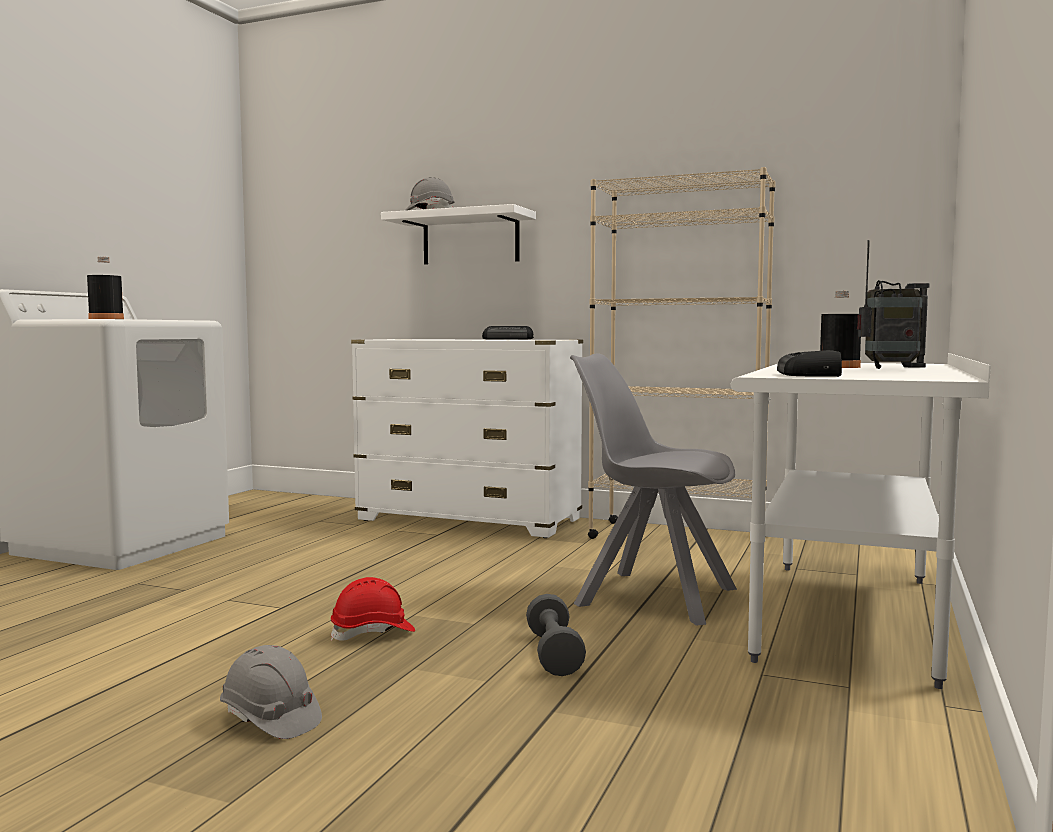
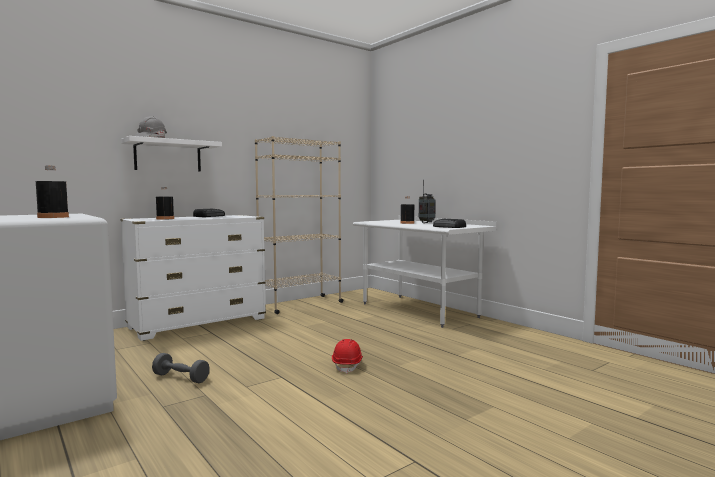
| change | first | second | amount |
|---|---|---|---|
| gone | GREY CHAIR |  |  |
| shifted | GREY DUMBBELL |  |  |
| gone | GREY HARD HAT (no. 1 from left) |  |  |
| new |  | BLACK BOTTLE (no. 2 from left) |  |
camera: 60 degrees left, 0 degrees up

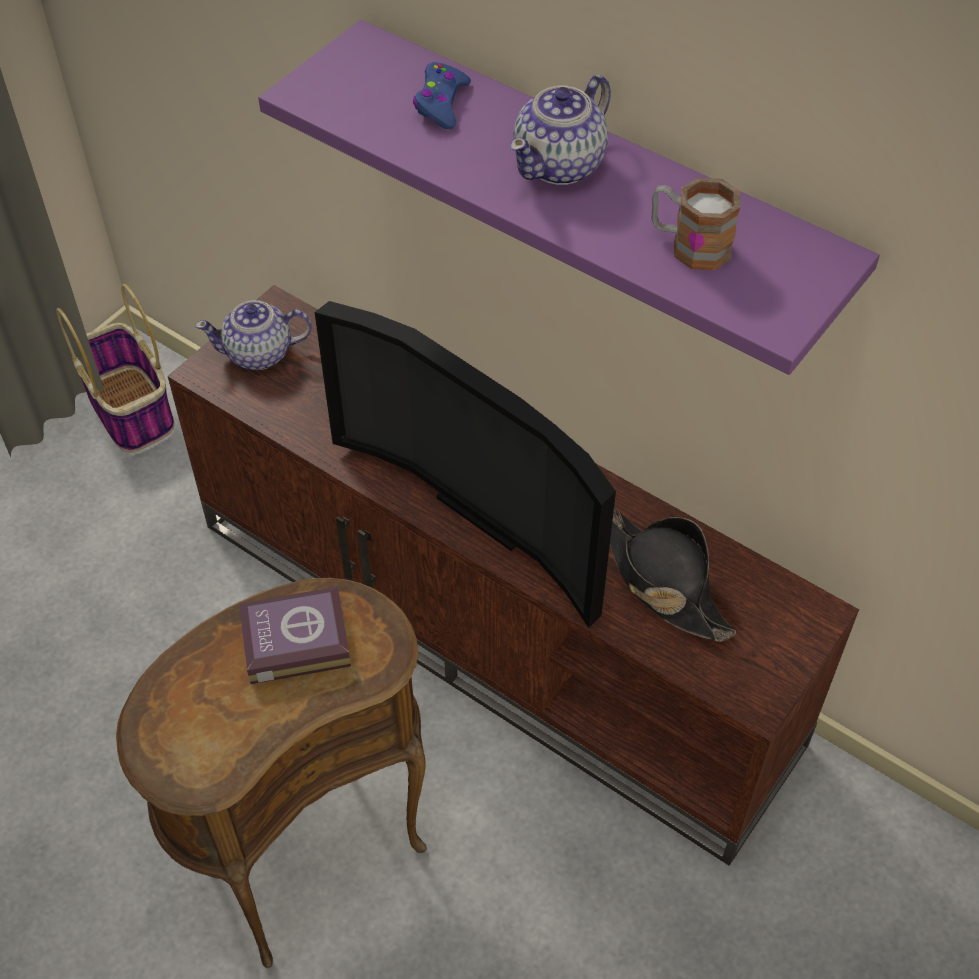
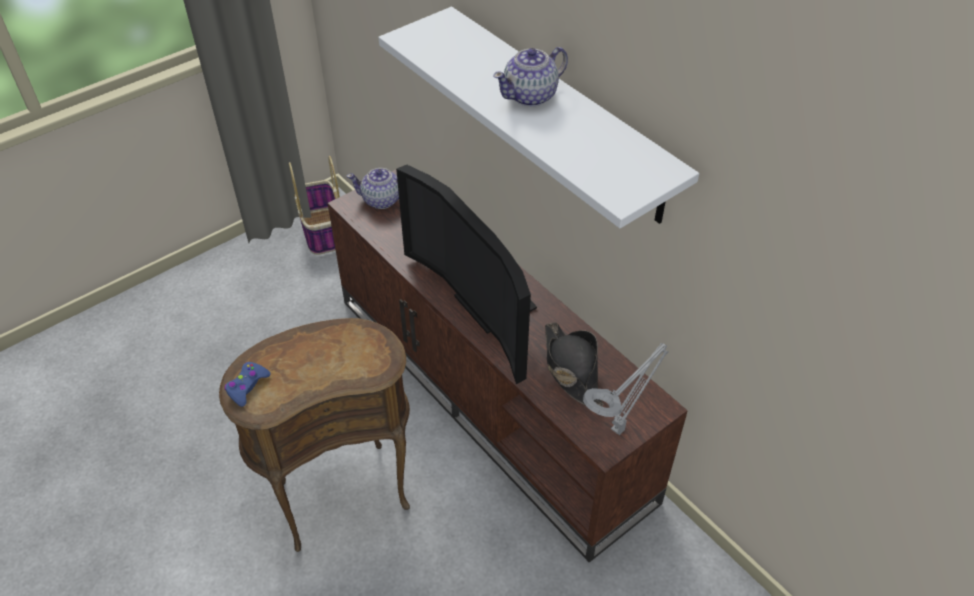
| change | first | second | amount |
|---|---|---|---|
| repainted | PURPLE SHELF | WHITE SHELF |  |
| shifted | BLUE GAME CONTROLLER |  |  |
| gone | MUG |  |  |
| gone | BOOK |  |  |
| new |  | GREY TABLE LAMP |  |
camera: 15 degrees right, 5 degrees down

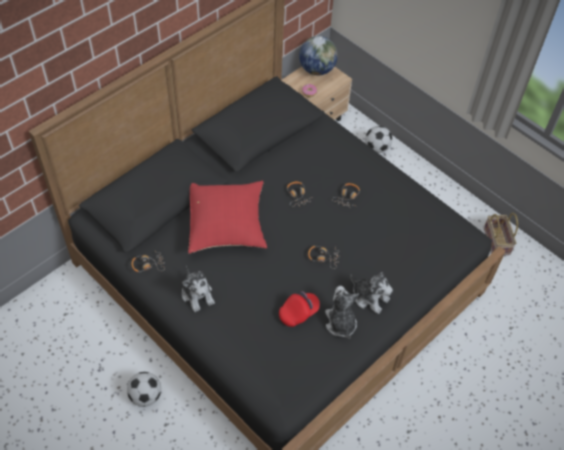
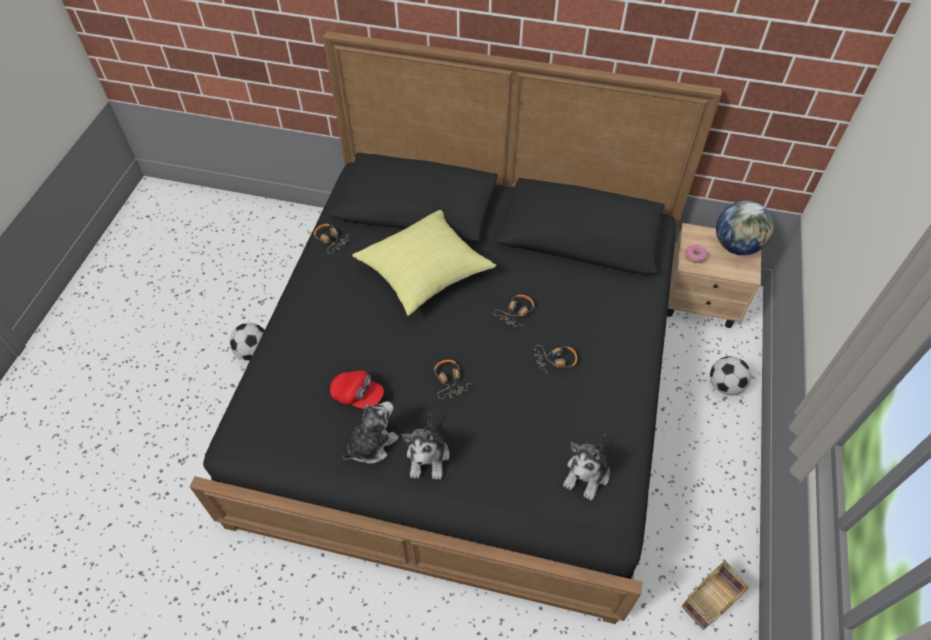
| change | first | second | amount |
|---|---|---|---|
| repainted | RED PILLOW | YELLOW PILLOW |  |
| shifted | PLUSH TOY (no. 1 from left in the first image) | PLUSH TOY (no. 3 from left) |  |
camera: 60 degrees right, 0 degrees up

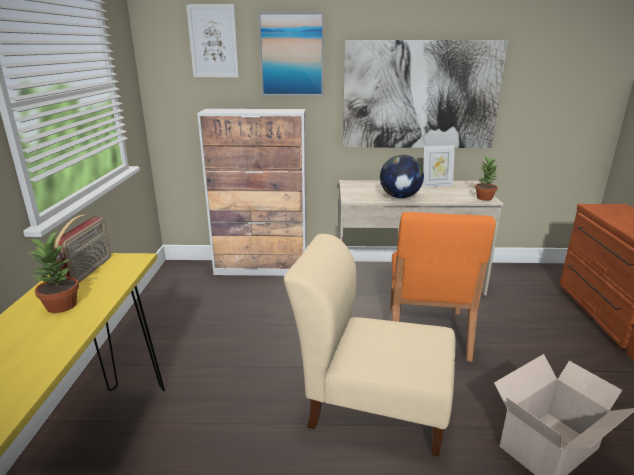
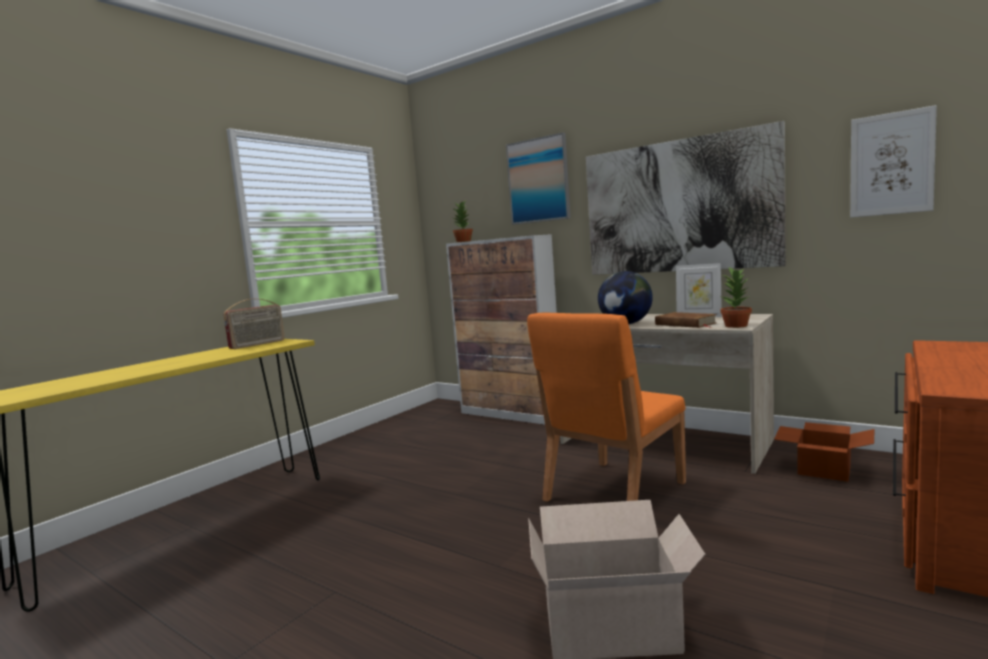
| change | first | second | amount |
|---|---|---|---|
| shifted | PICTURE (no. 1 from left in the first image) | PICTURE (no. 3 from left) |  |
| shifted | POTTED PLANT (no. 1 from left) |  |  |
| gone | BEIGE CHAIR |  |  |
| new |  | BROWN BOOK |  |
| new |  | CARDBOARD BOX (no. 2 from left) |  |
camera: 35 degrees right, 15 degrees down

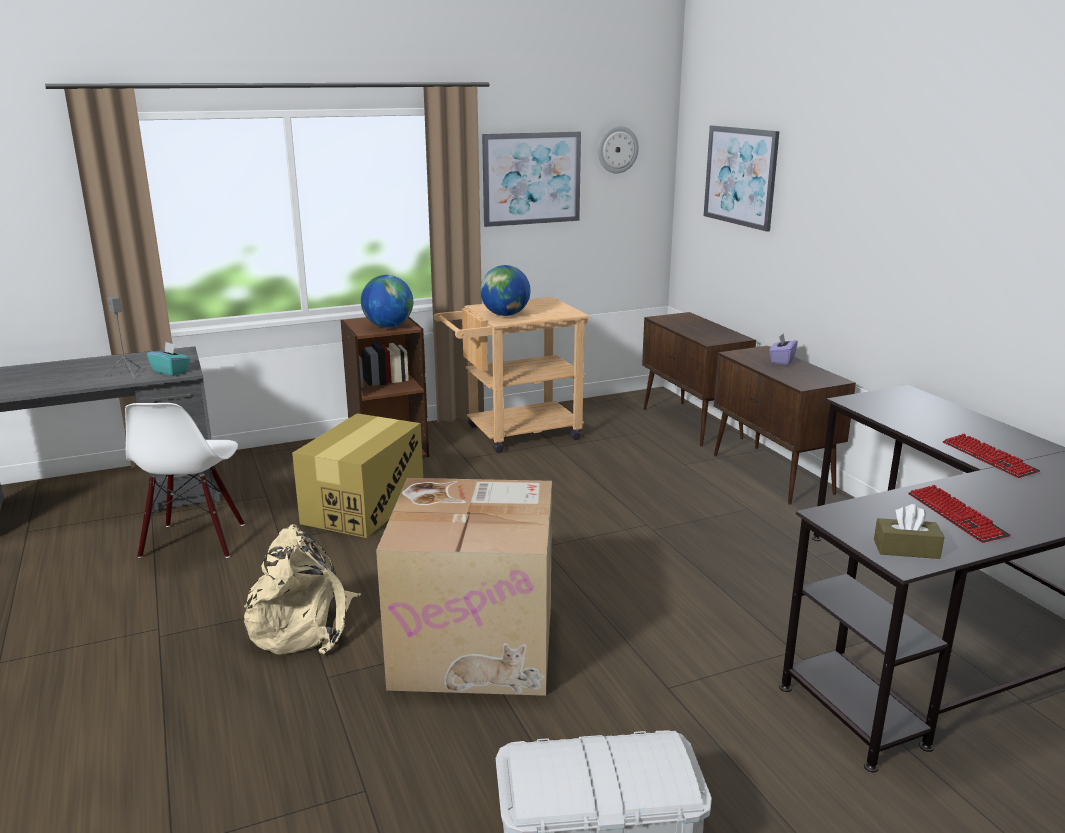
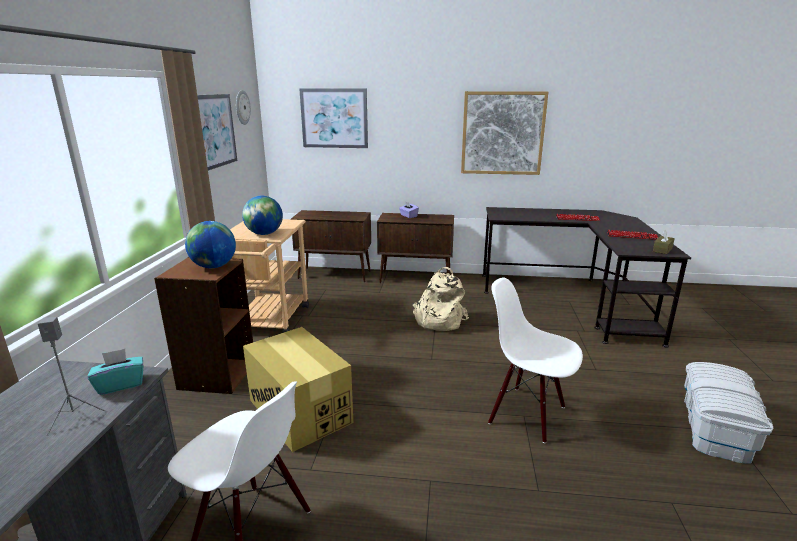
| change | first | second | amount |
|---|---|---|---|
| swapped | CARDBOARD BOX (no. 2 from left) | WHITE CHAIR (no. 2 from left) |  |
| shifted | BEIGE BACKPACK |  |  |
| new |  | PICTURE (no. 3 from left) |  |
camera: 60 degrees left, 0 degrees up

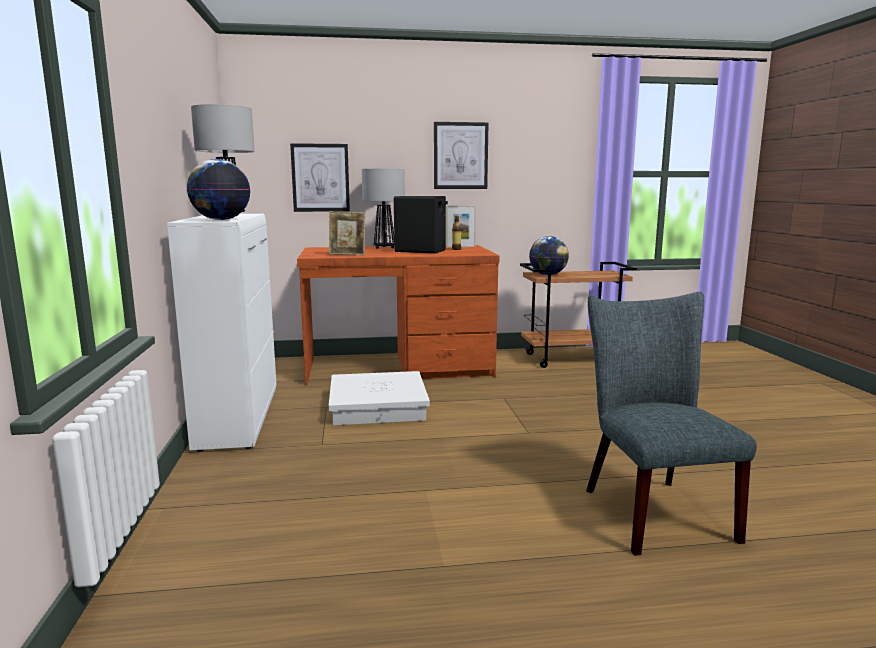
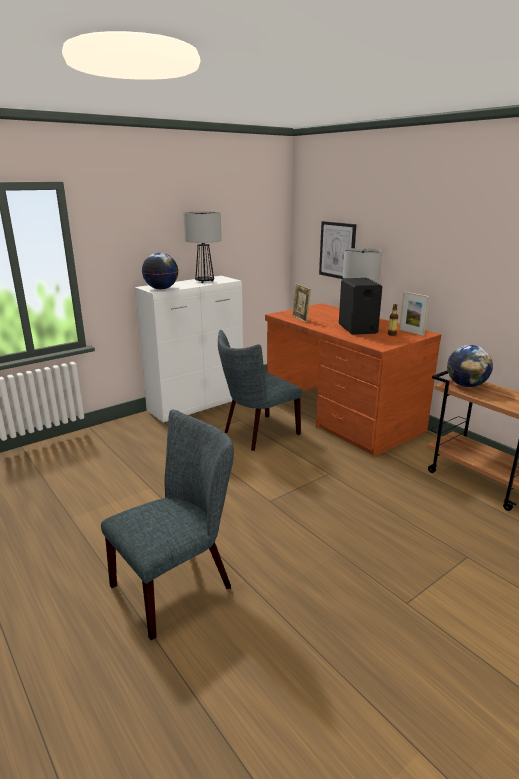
| change | first | second | amount |
|---|---|---|---|
| gone | PICTURE (no. 2 from left) |  |  |
| swapped | WHITE STORAGE BOX | GREY CHAIR (no. 2 from left) |  |
camera: 60 degrees right, 10 degrees up

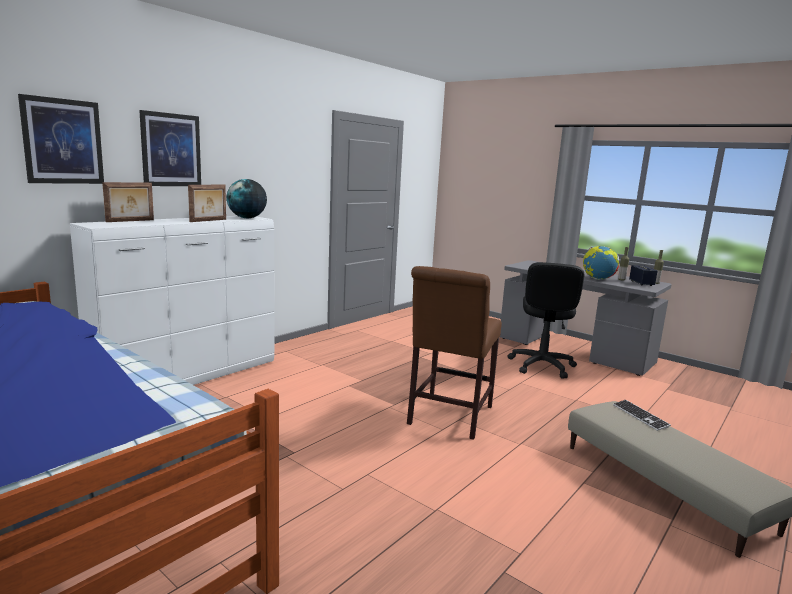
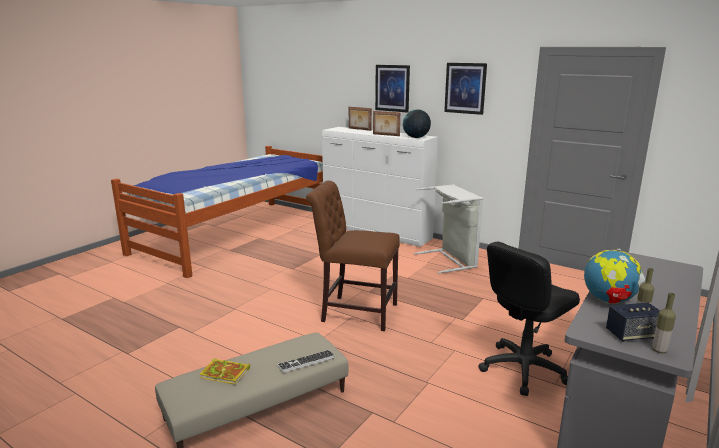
| change | first | second | amount |
|---|---|---|---|
| shifted | PICTURE (no. 1 from left in the first image) | PICTURE (no. 2 from left) |  |
| rotated | BLACK OFFICE CHAIR |  | 45 degrees counterclockwise |
| new |  | GREY LAUNDRY BASKET |  |
| new |  | BOOK |  |
camera: 85 degrees right, 5 degrees up

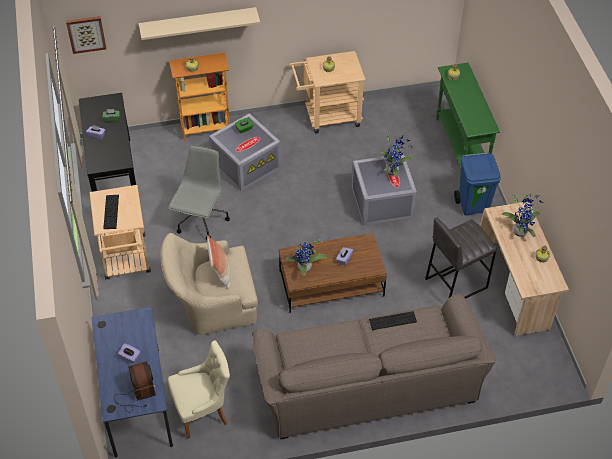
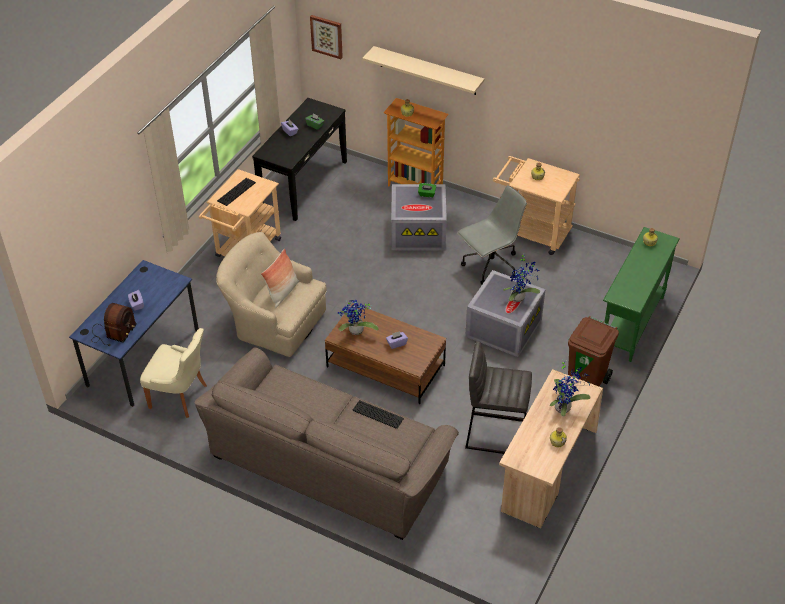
| change | first | second | amount |
|---|---|---|---|
| shifted | GREY OFFICE CHAIR |  |  |
| repainted | BLUE TRASH CAN | BROWN TRASH CAN |  |
camera: 40 degrees right, 5 degrees down

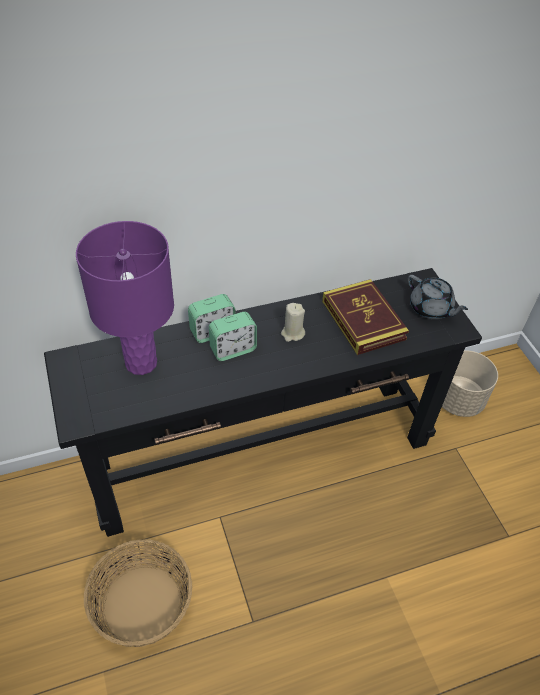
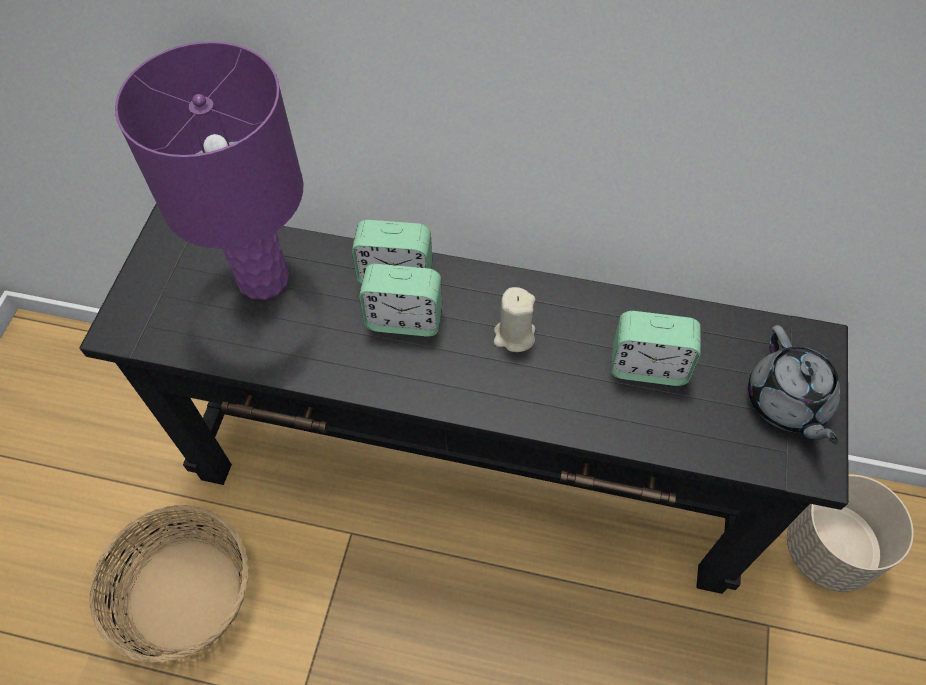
| change | first | second | amount |
|---|---|---|---|
| swapped | BOOK | ALARM CLOCK (no. 3 from left) |  |
camera: 35 degrees right, 10 degrees up

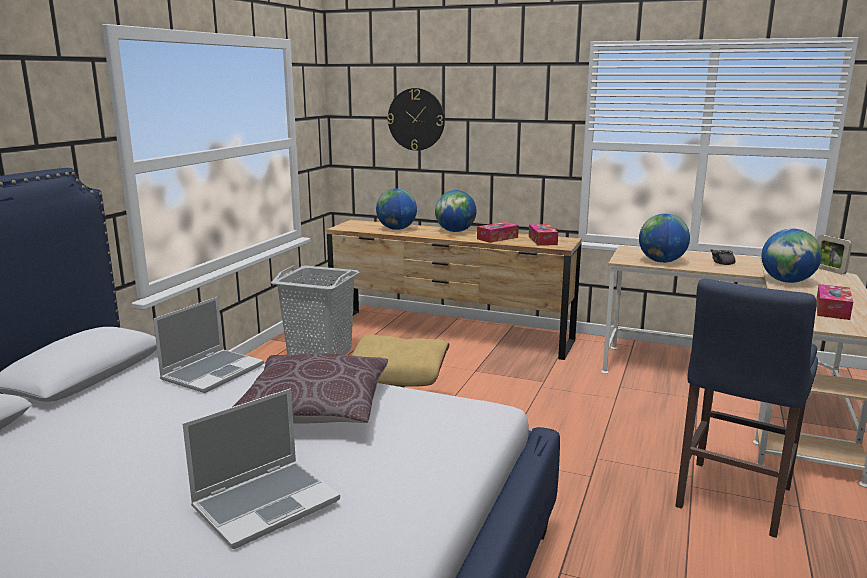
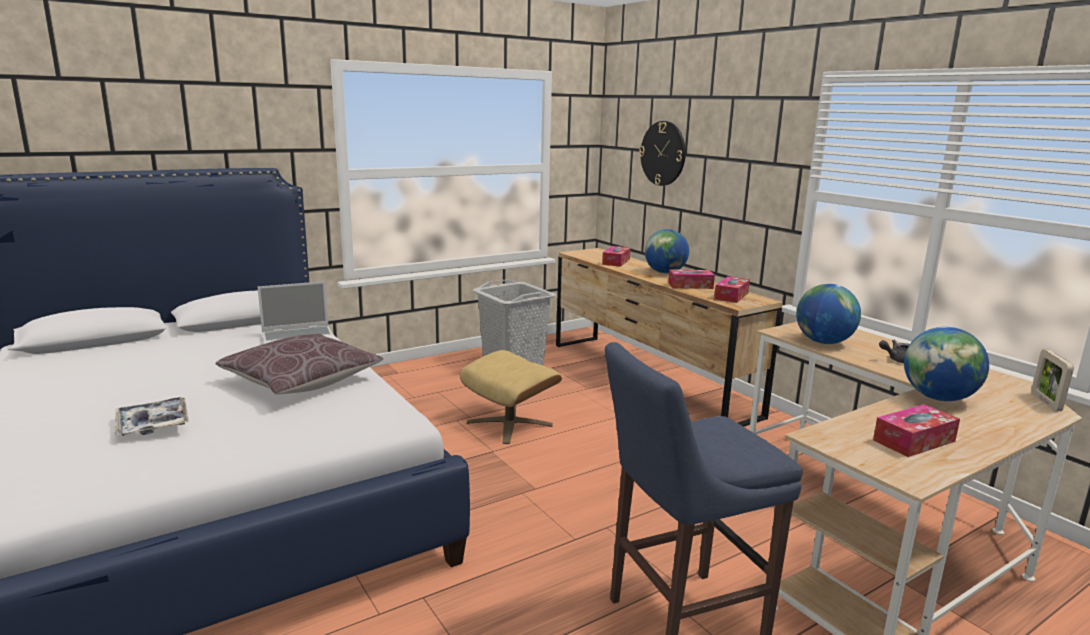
| change | first | second | amount |
|---|---|---|---|
| swapped | GLOBE (no. 1 from left) | TISSUE BOX (no. 1 from left) |  |
| swapped | LAPTOP (no. 2 from left) | TRAY |  |
camera: 35 degrees right, 0 degrees up

